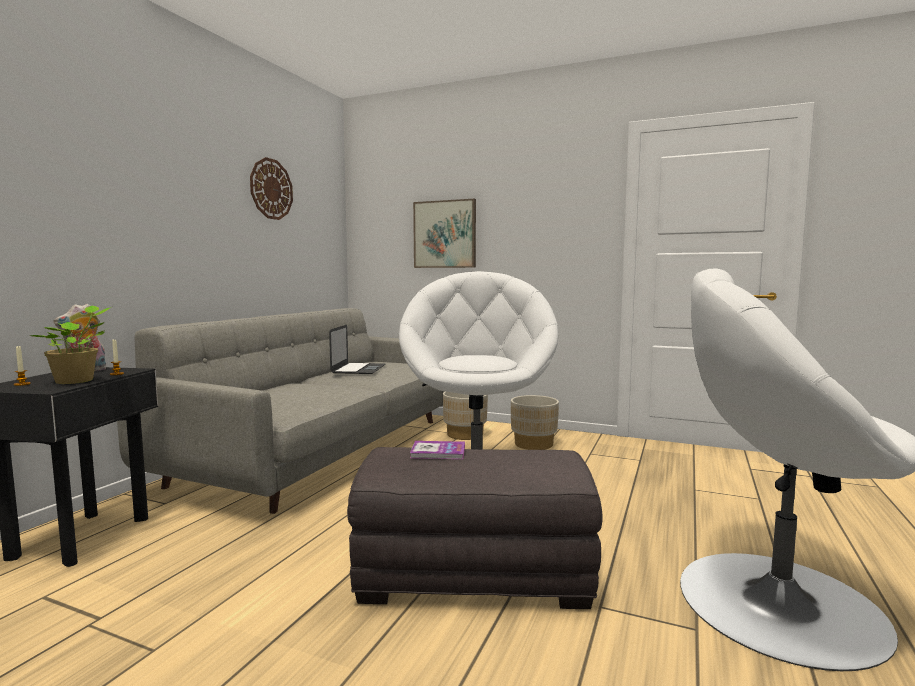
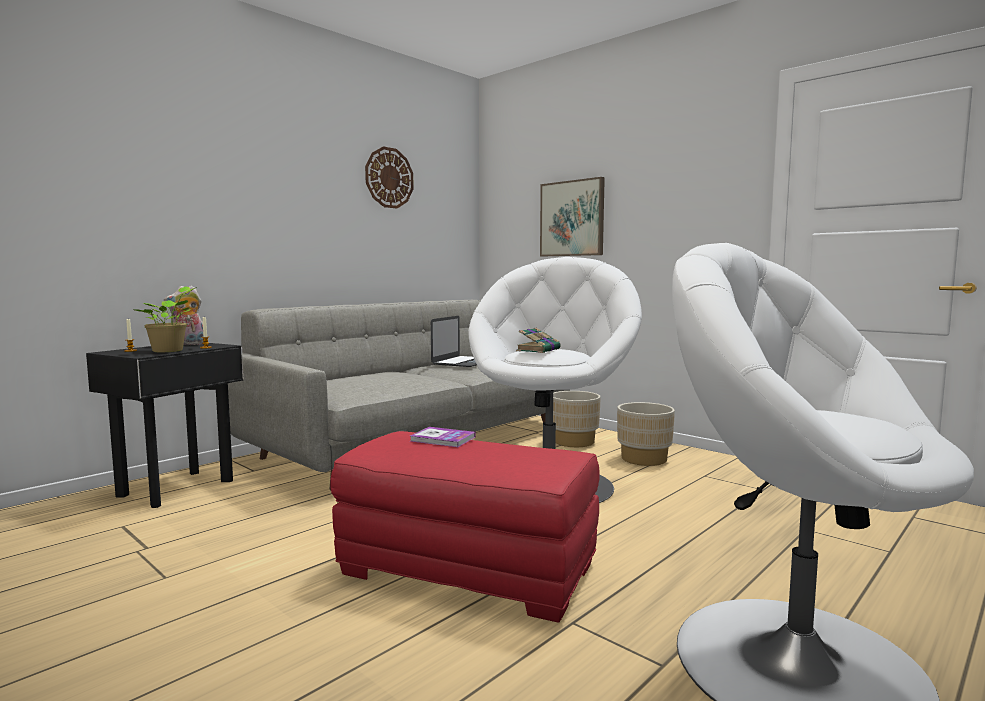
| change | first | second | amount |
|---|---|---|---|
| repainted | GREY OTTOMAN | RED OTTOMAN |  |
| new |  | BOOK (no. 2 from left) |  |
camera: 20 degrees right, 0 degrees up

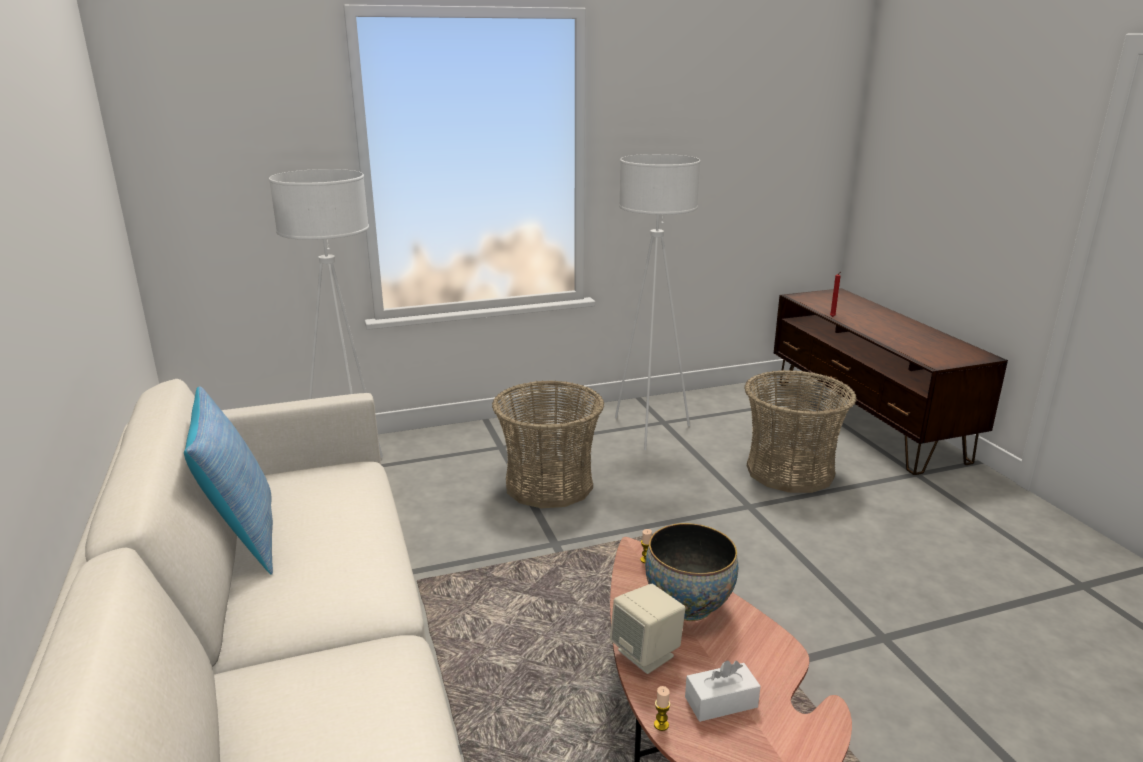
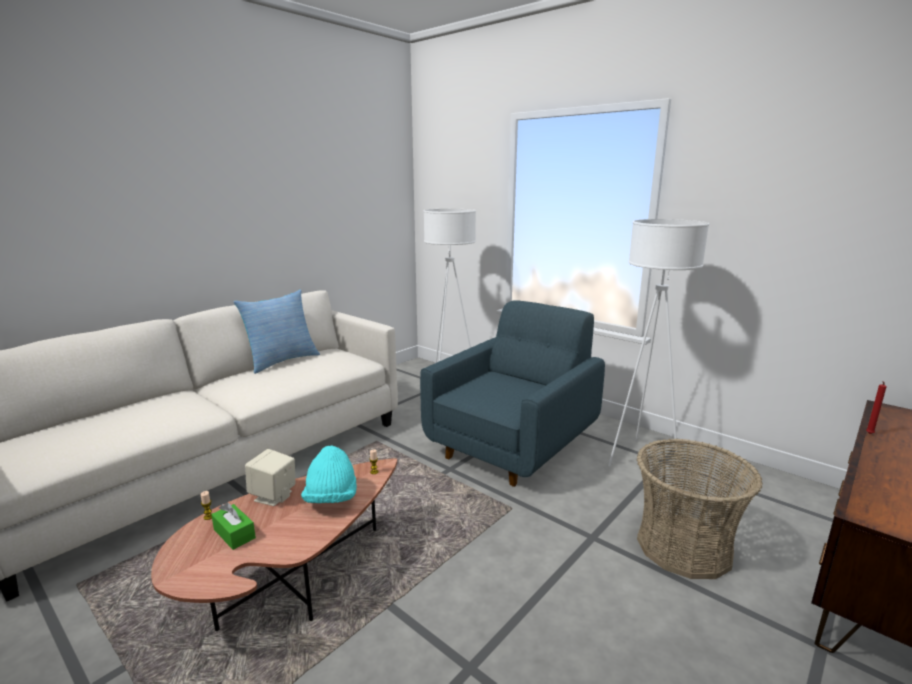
| change | first | second | amount |
|---|---|---|---|
| swapped | BASKET (no. 1 from left) | BLUE ARMCHAIR |  |
| swapped | BOWL | TURQUOISE HAT |  |
| repainted | WHITE TISSUE BOX | GREEN TISSUE BOX |  |
camera: 60 degrees right, 5 degrees down

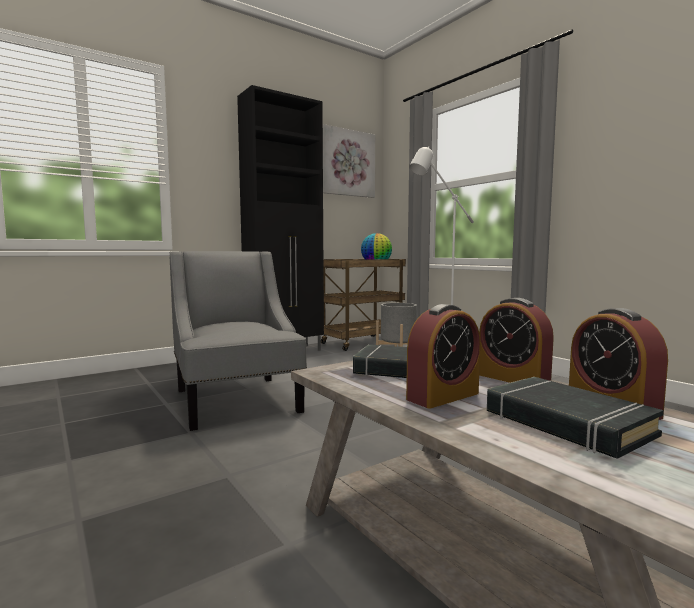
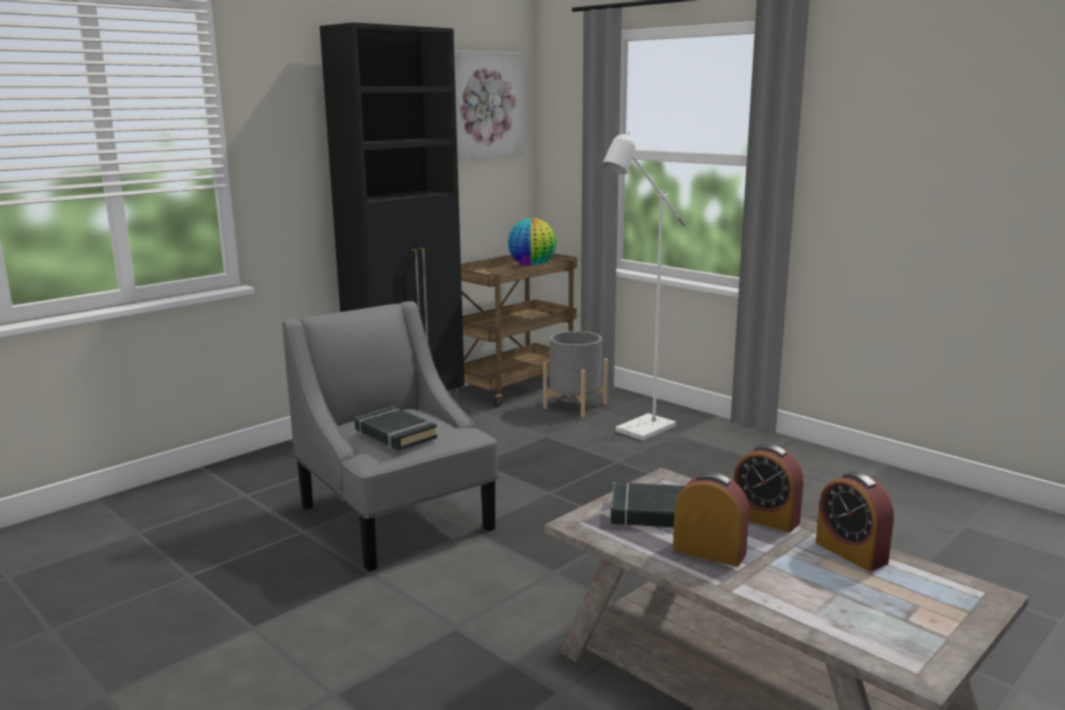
| change | first | second | amount |
|---|---|---|---|
| rotated | ALARM CLOCK (no. 1 from left) |  | 105 degrees counterclockwise |
| shifted | BLACK BOOK (no. 2 from left in the first image) | BLACK BOOK (no. 1 from left) |  |
camera: 10 degrees left, 10 degrees up

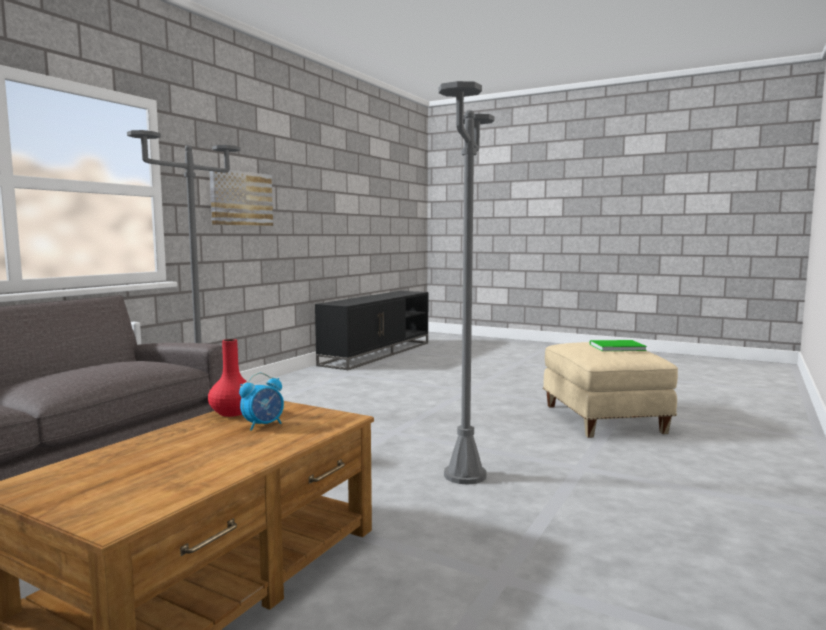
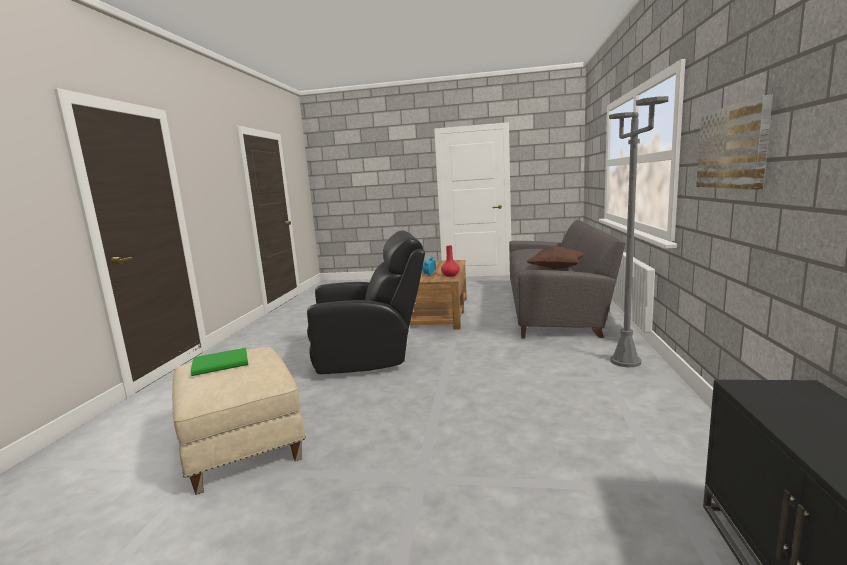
| change | first | second | amount |
|---|---|---|---|
| swapped | GREY FLOOR LAMP (no. 2 from left) | BLACK ARMCHAIR |  |
| new |  | BROWN PILLOW |  |
camera: 160 degrees right, 5 degrees up

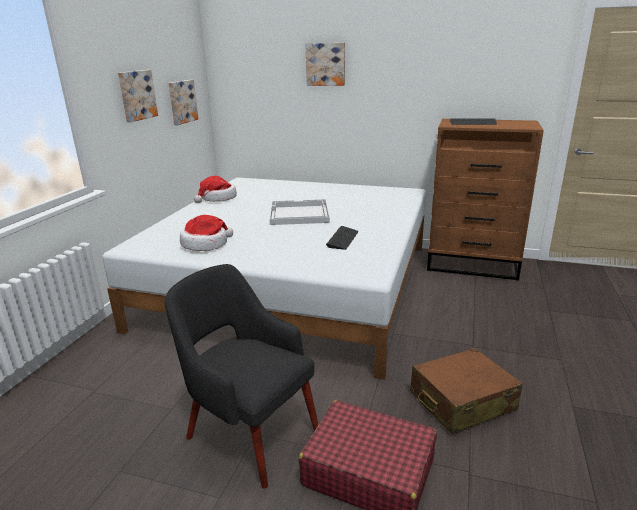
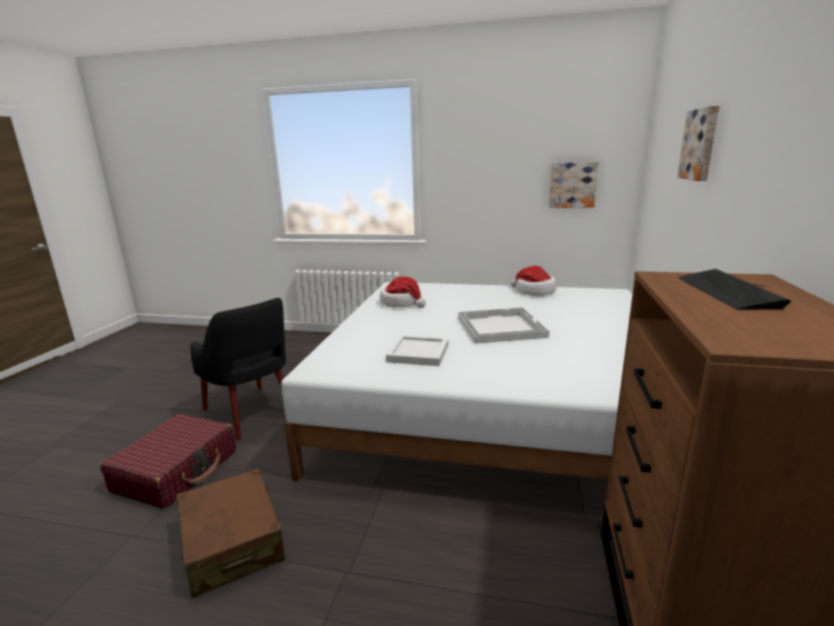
| change | first | second | amount |
|---|---|---|---|
| gone | PICTURE (no. 1 from left) |  |  |
| swapped | KEYBOARD (no. 1 from left) | WHITE TRAY (no. 1 from left) |  |
| rotated | BLACK ARMCHAIR |  | 105 degrees clockwise |
camera: 85 degrees right, 5 degrees down

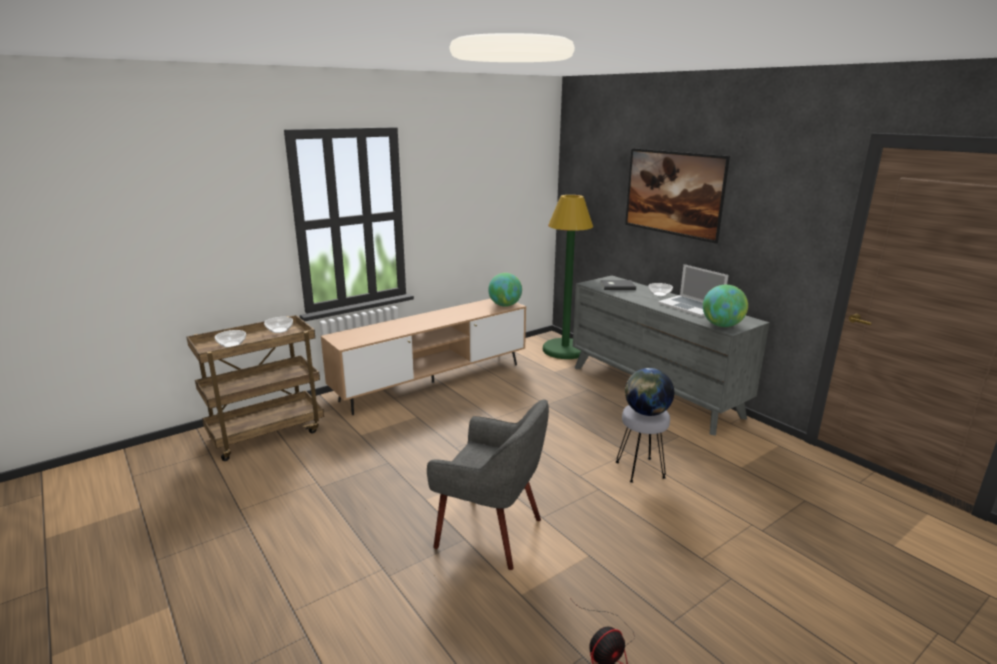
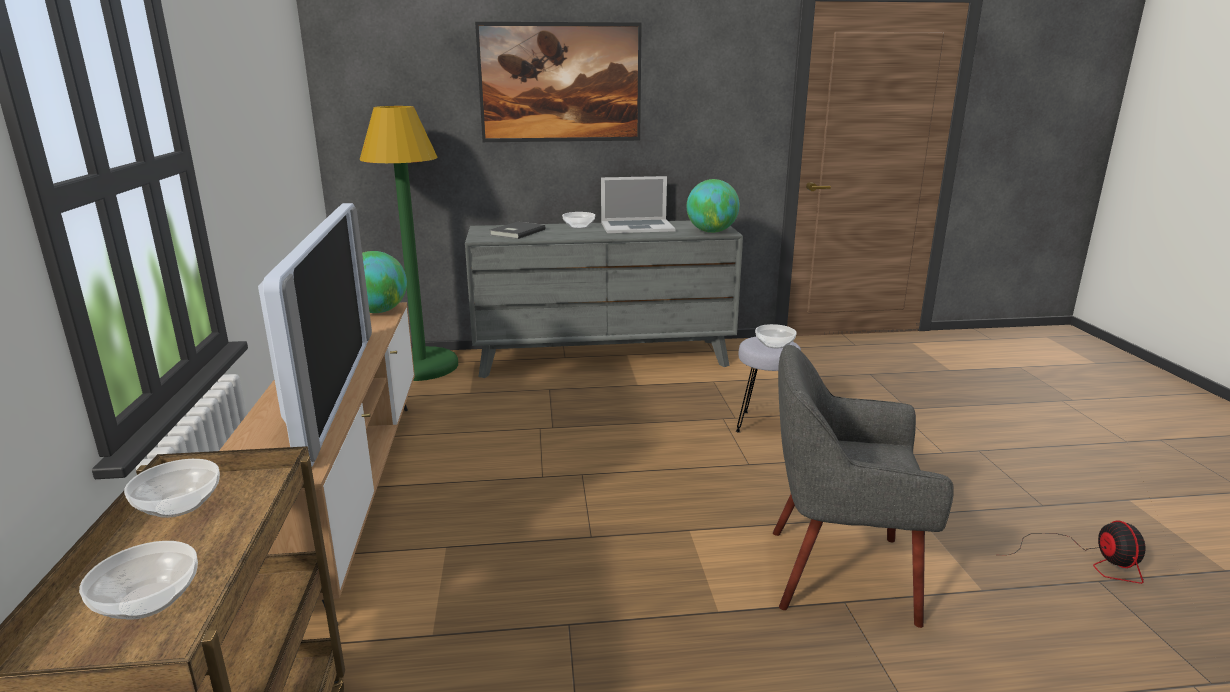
| change | first | second | amount |
|---|---|---|---|
| swapped | GLOBE (no. 2 from left) | BOWL (no. 4 from left) |  |
| rotated | GREY ARMCHAIR |  | 135 degrees counterclockwise |
| new |  | TELEVISION |  |
camera: 60 degrees left, 0 degrees up

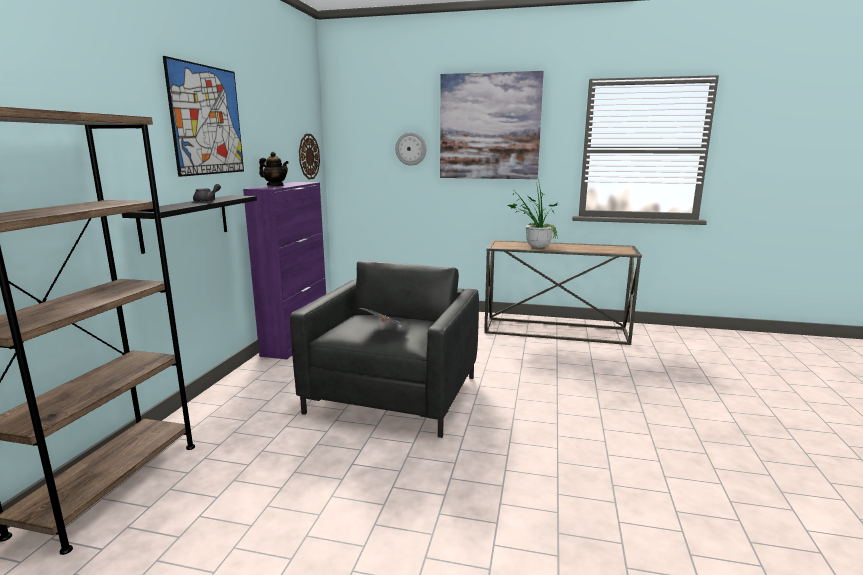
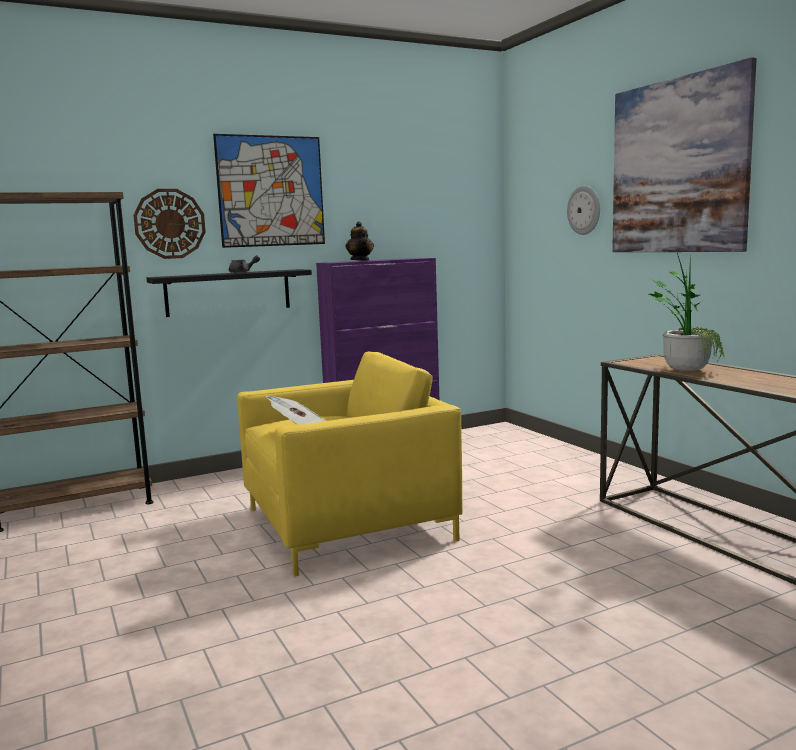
| change | first | second | amount |
|---|---|---|---|
| shifted | WALL CLOCK (no. 1 from left) |  |  |
| repainted | GREY ARMCHAIR | YELLOW ARMCHAIR |  |
camera: 50 degrees right, 5 degrees down

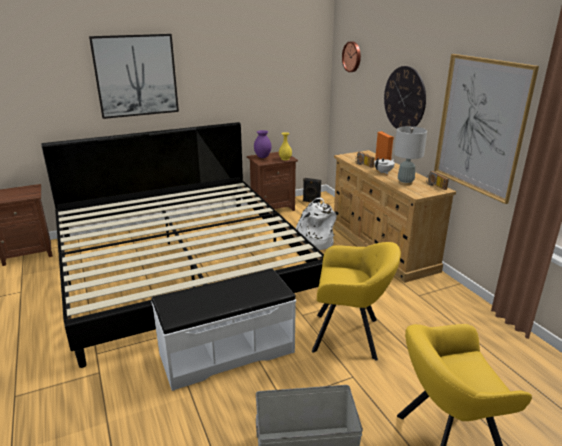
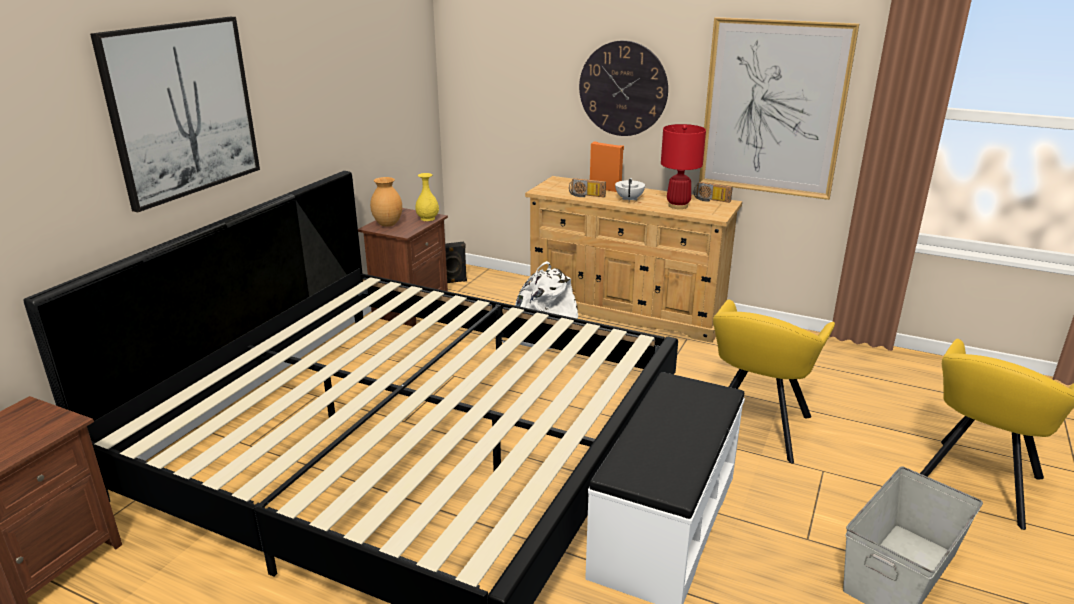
| change | first | second | amount |
|---|---|---|---|
| gone | WALL CLOCK (no. 1 from left) |  |  |
| repainted | GREY TABLE LAMP | RED TABLE LAMP |  |
| repainted | PURPLE VASE | BROWN VASE |  |
| rotated | YELLOW ARMCHAIR (no. 1 from left) |  | 150 degrees clockwise |
camera: 40 degrees left, 0 degrees up

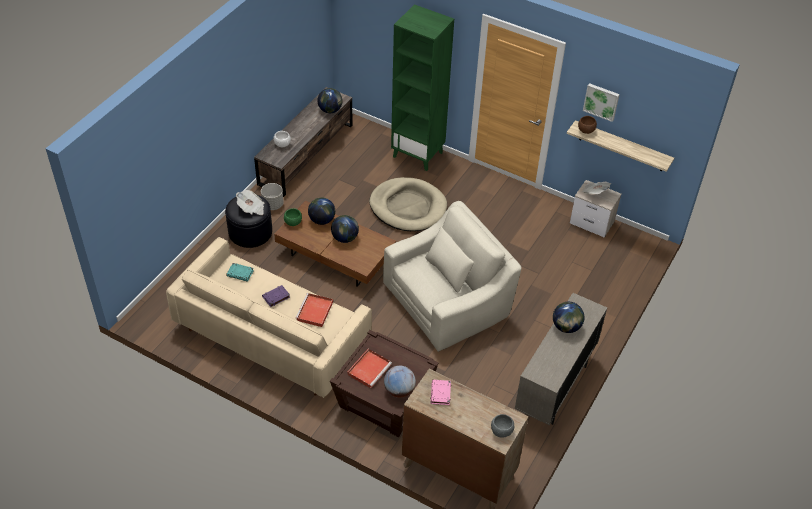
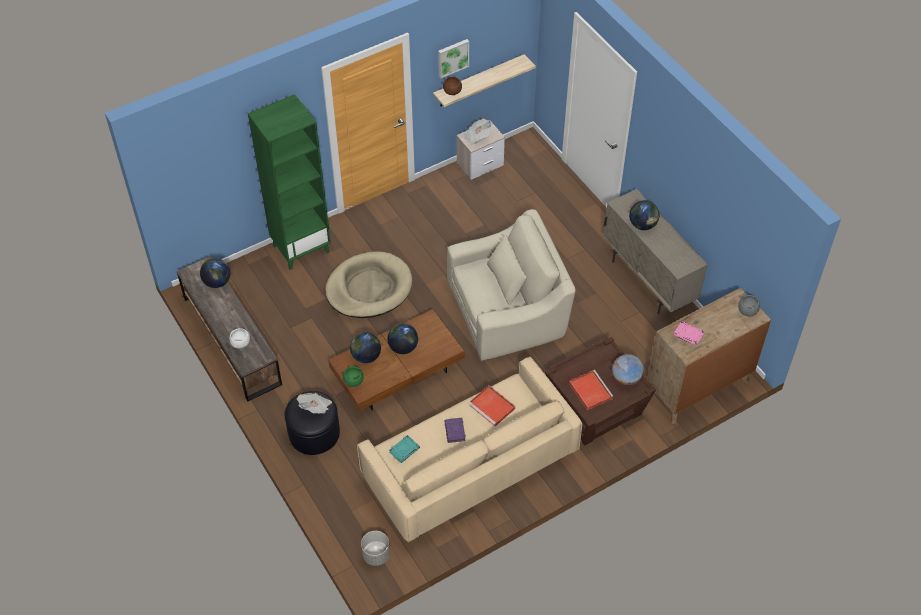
| change | first | second | amount |
|---|---|---|---|
| shifted | GREY PLANTER |  |  |
| rotated | BEIGE ARMCHAIR |  | 75 degrees clockwise |
camera: 60 degrees left, 5 degrees up

